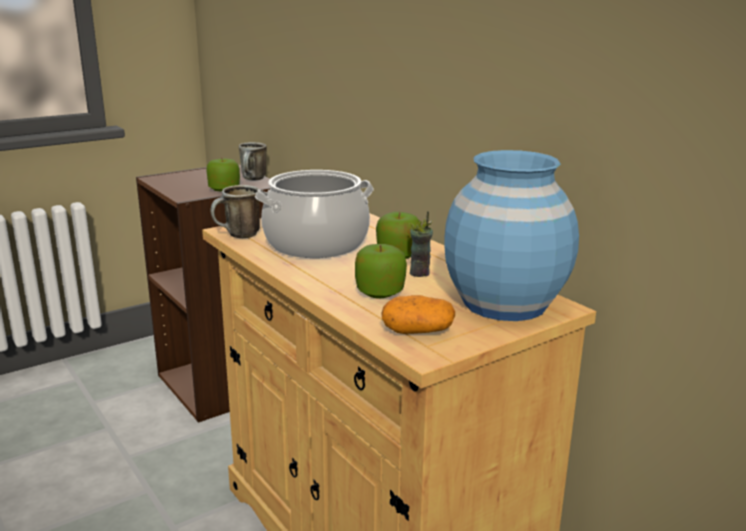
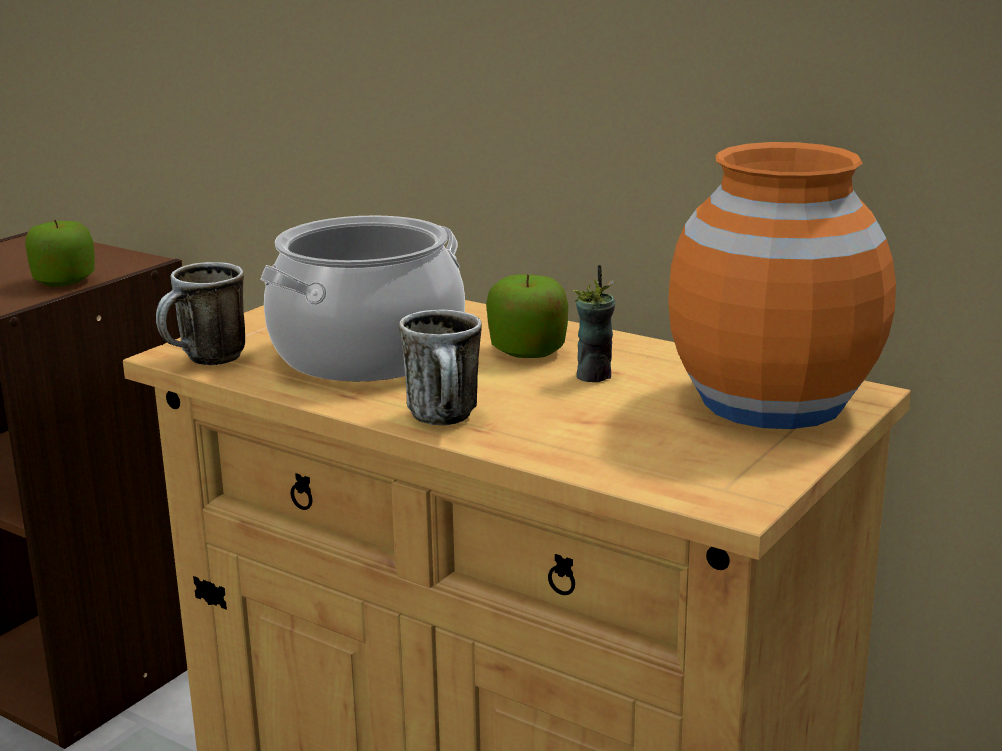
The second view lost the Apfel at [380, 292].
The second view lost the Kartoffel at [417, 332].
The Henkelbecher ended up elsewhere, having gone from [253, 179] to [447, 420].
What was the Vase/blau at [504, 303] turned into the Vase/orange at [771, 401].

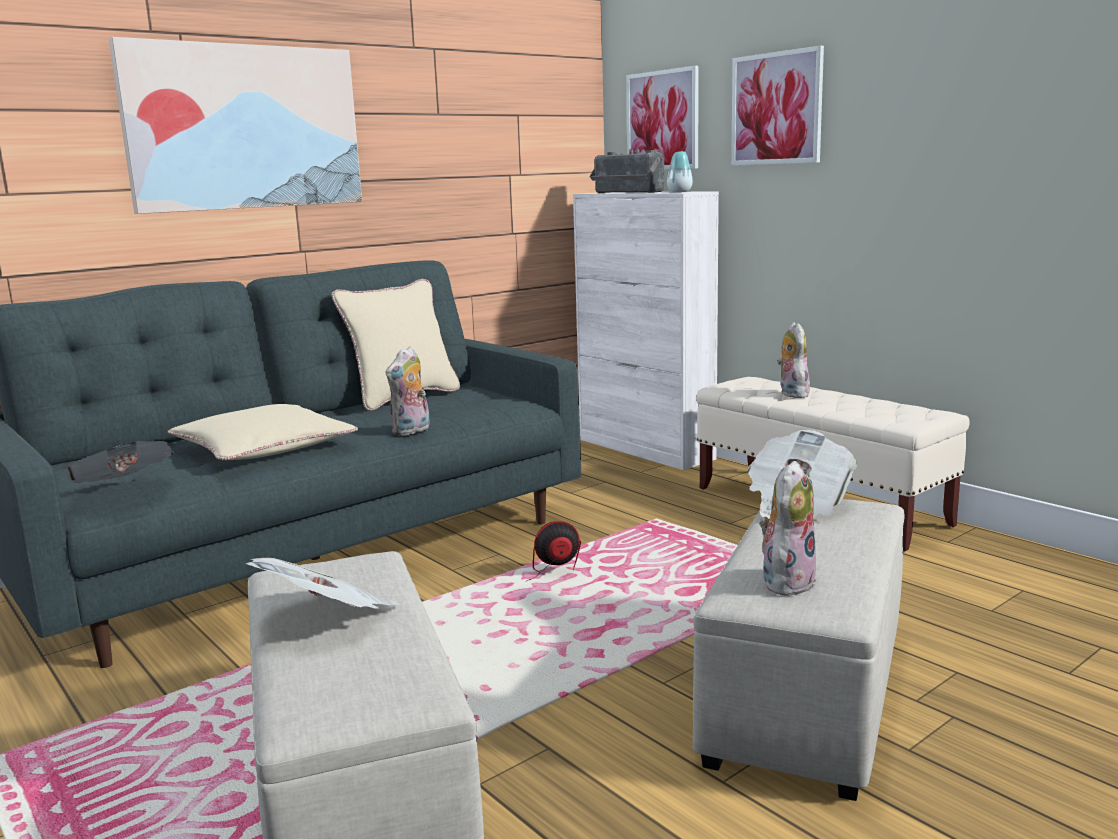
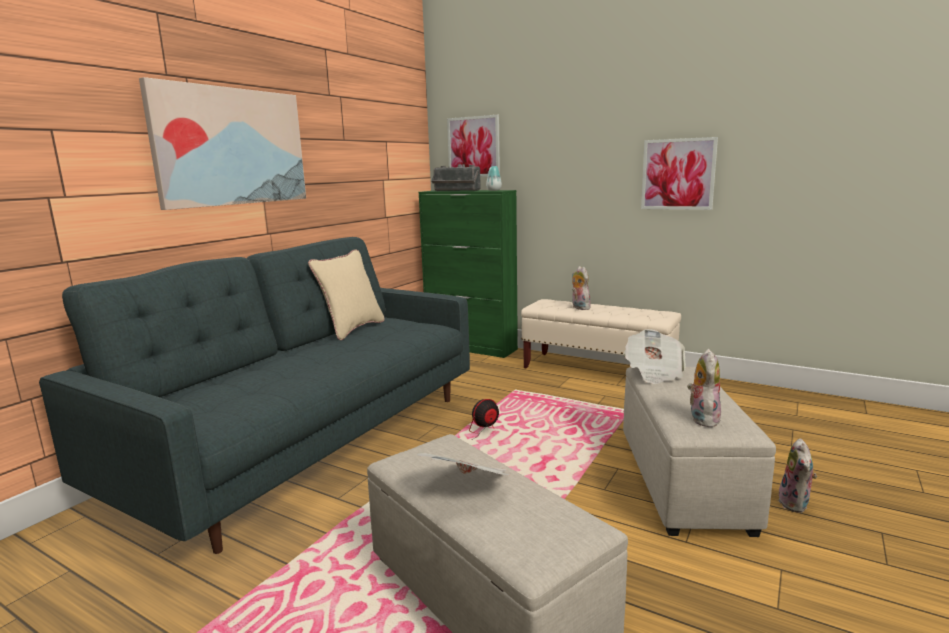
The second view lost the Zeitung at [124, 490].
The second view lost the Kissen/beige at [264, 447].
The Plüschtier ended up elsewhere, having gone from [412, 431] to [796, 504].
The Bild ended up elsewhere, having gone from [776, 108] to [678, 174].
What was the Schrank/weiß at [645, 449] turned into the Schrank/grün at [471, 347].

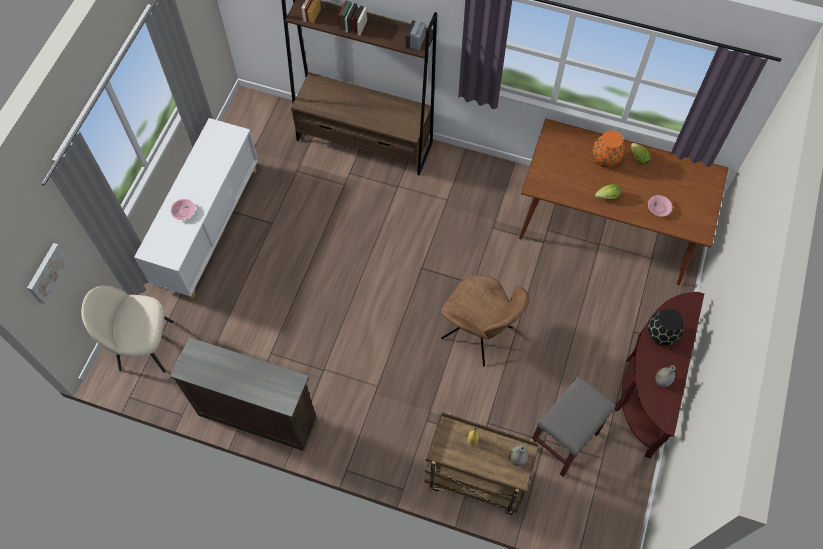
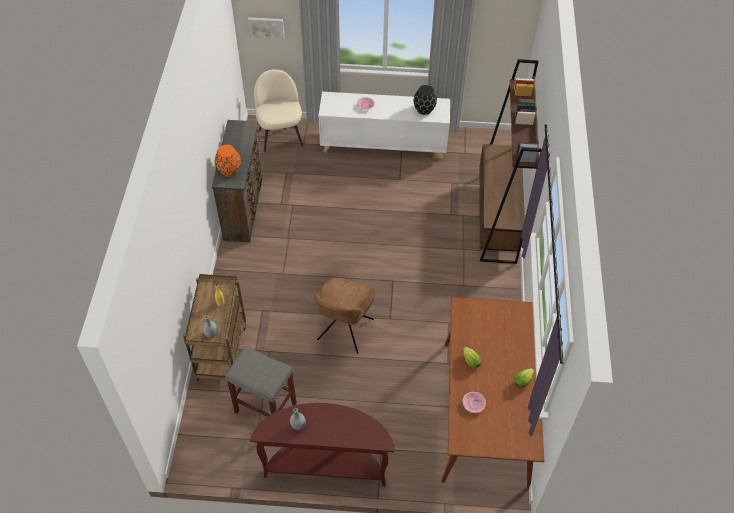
The Vase/orange ended up elsewhere, having gone from [605, 159] to [229, 171].
The Vase/schwarz ended up elsewhere, having gone from [661, 336] to [424, 110].

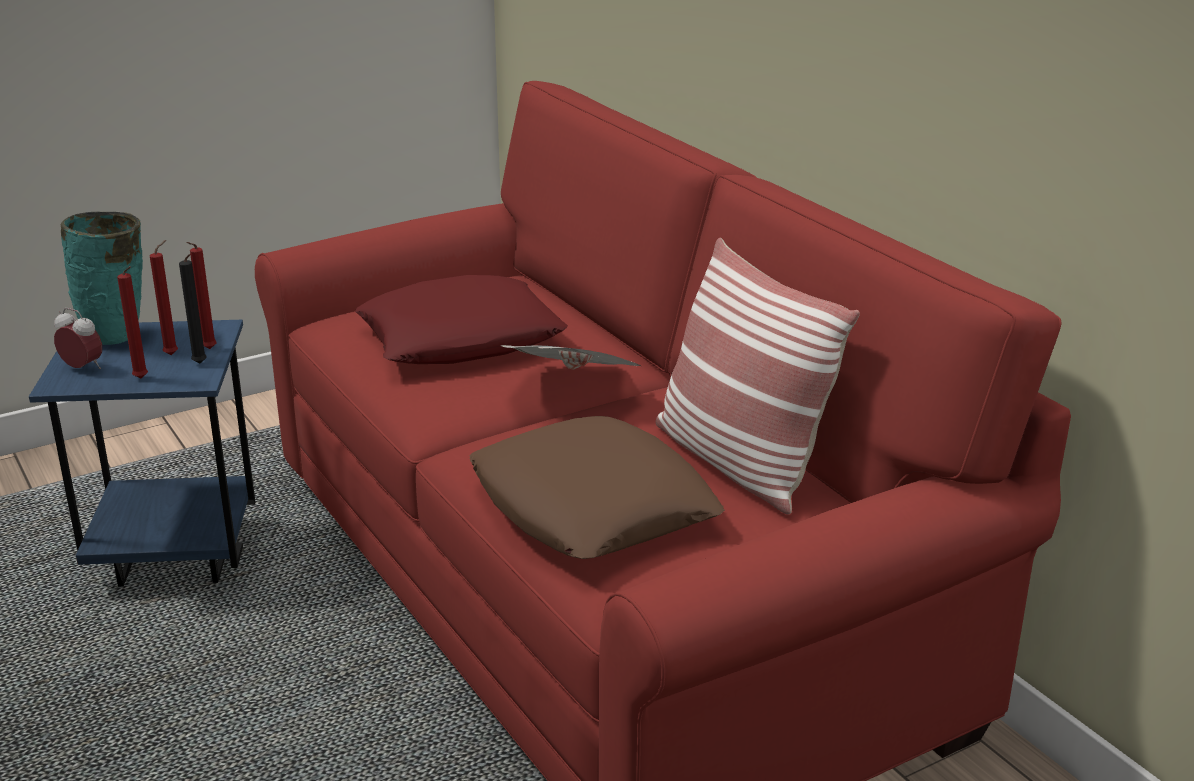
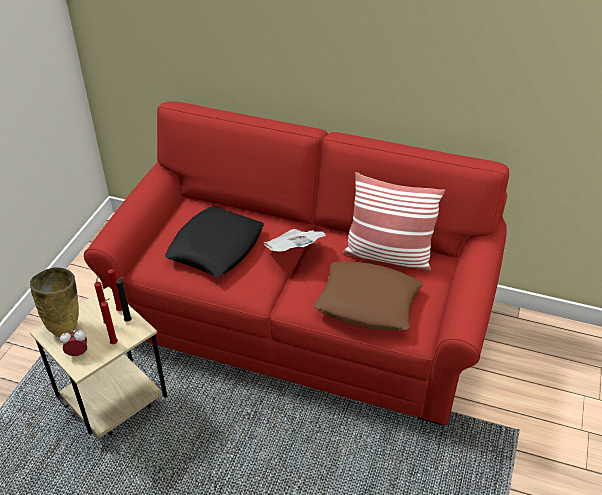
What was the Beistelltisch/blau at [176, 555] turned into the Beistelltisch/beige at [114, 406].
What was the Vase/türkis at [118, 337] turned into the Vase/beige at [66, 327].
What was the Kissen/rot at [460, 338] turned into the Kissen/schwarz at [216, 248].

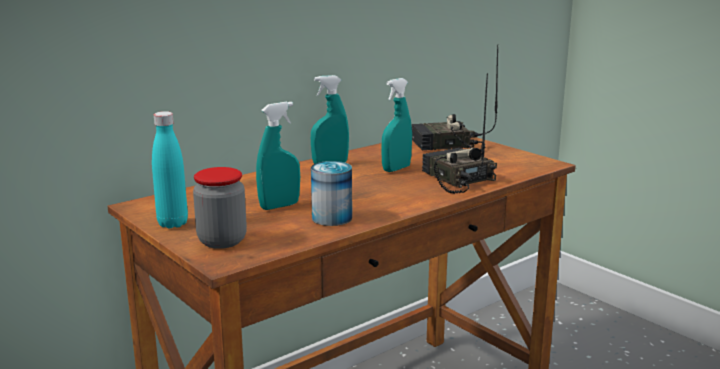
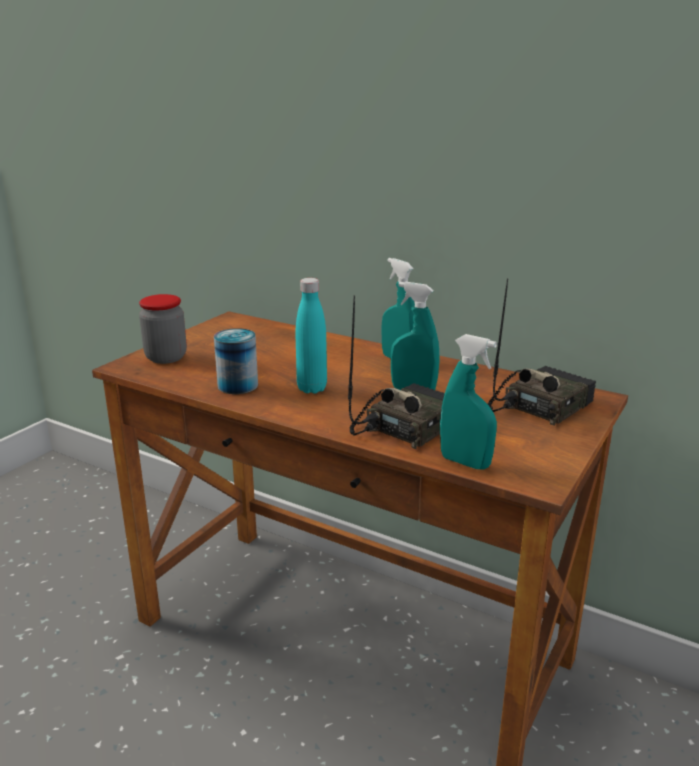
The Flasche/türkis ended up elsewhere, having gone from [172, 223] to [312, 388].
The Sprühflasche/türkis ended up elsewhere, having gone from [279, 206] to [465, 462].
The Radio at [446, 146] ended up facing another way, 75 degrees clockwise from before.

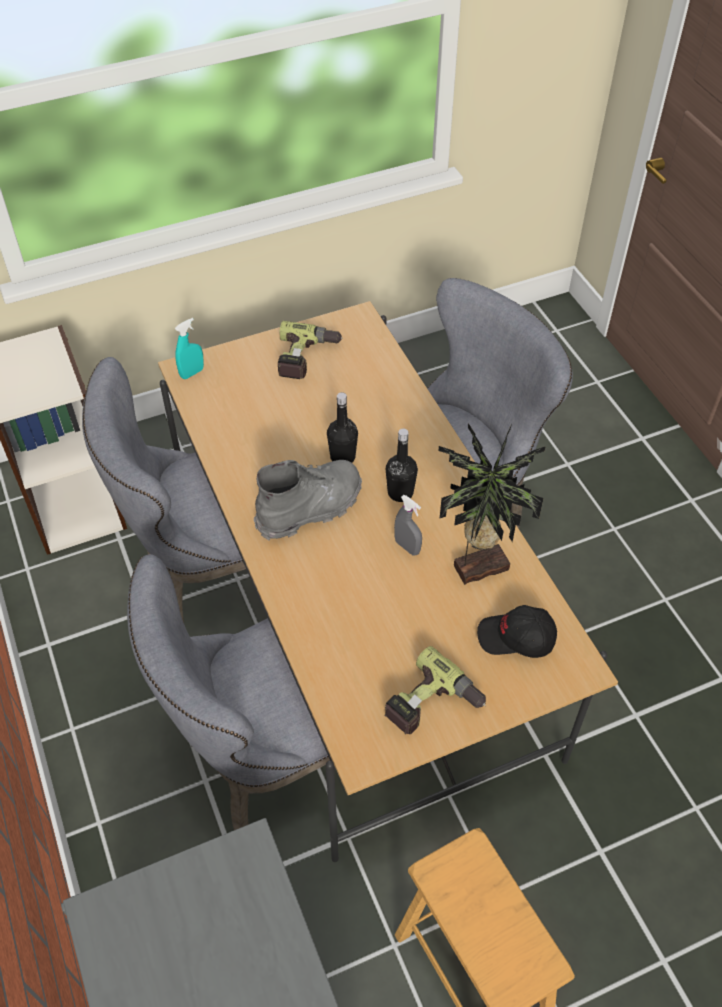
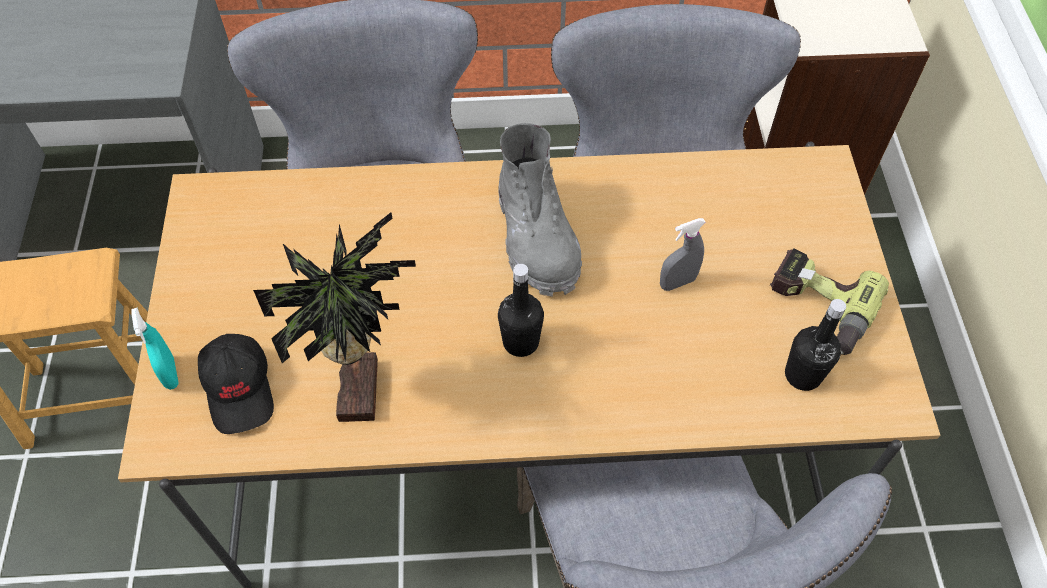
The second view lost the Bohrmaschine at [432, 706].
The Sprühflasche/türkis ended up elsewhere, having gone from [192, 373] to [170, 373].
The Flasche/schwarz ended up elsewhere, having gone from [342, 457] to [802, 375].
The Sprühflasche/grau ended up elsewhere, having gone from [407, 547] to [677, 282].
The Kappe/schwarz at [516, 638] ended up facing another way, 135 degrees clockwise from before.

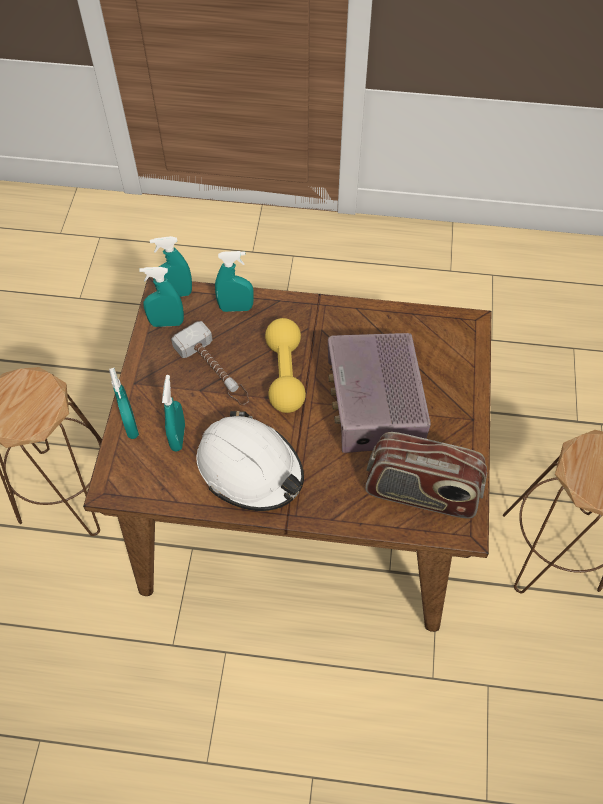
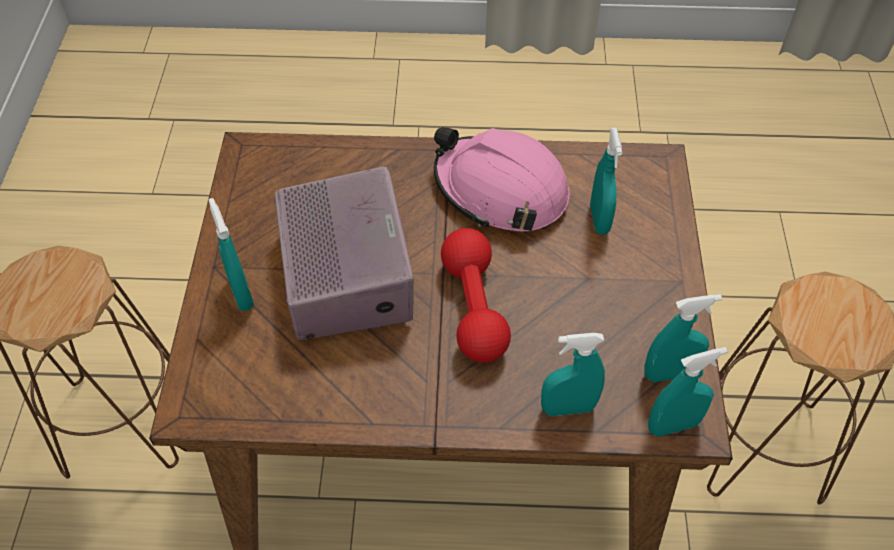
The second view lost the Hammer at [216, 372].
The second view lost the Radio at [421, 493].
The Sprühflasche/türkis ended up elsewhere, having gone from [130, 425] to [241, 294].
What was the Schutzhelm/weiß at [250, 469] turned into the Schutzhelm/rosa at [500, 191].
What was the Hantel/gelb at [285, 374] turned into the Hantel/rot at [474, 307].

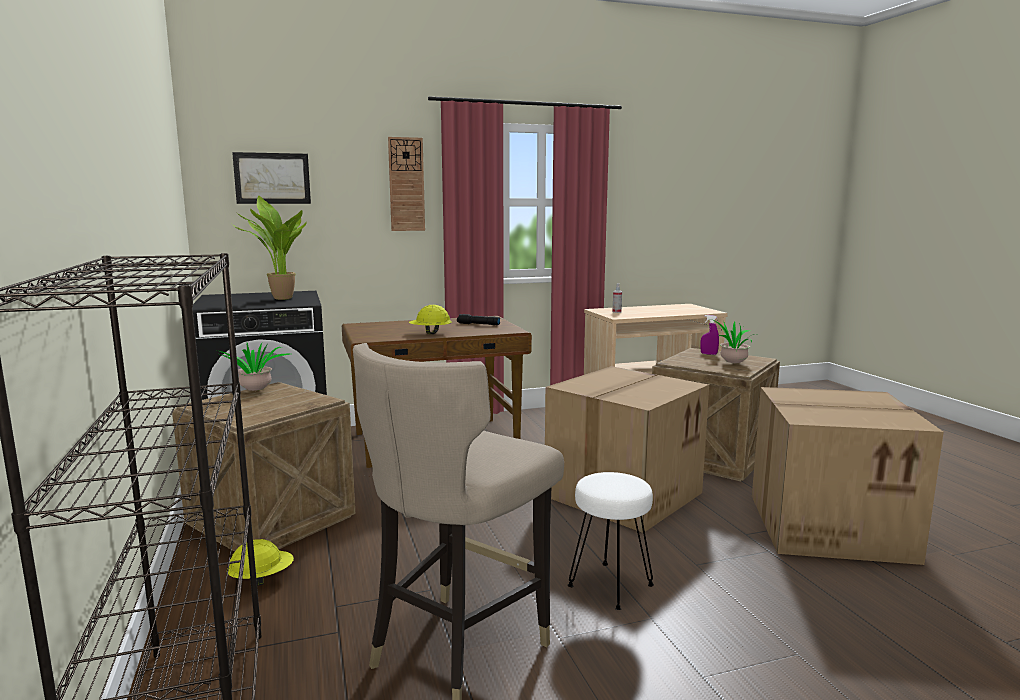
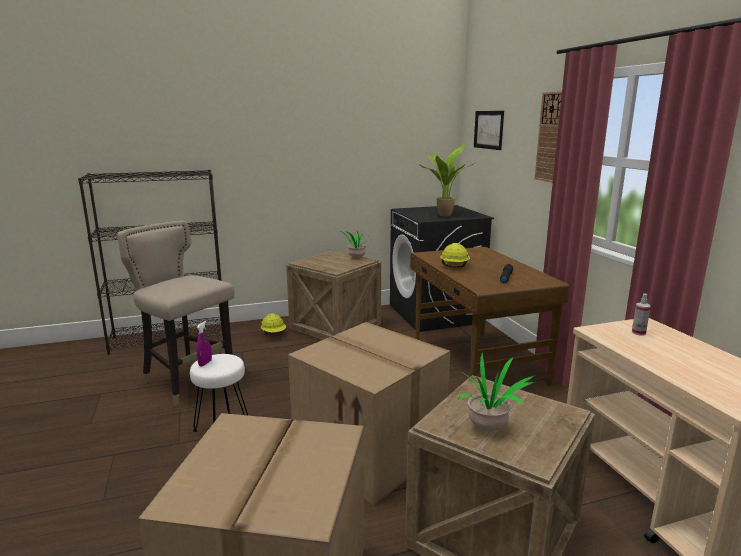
The Sprühflasche/lila ended up elsewhere, having gone from [708, 354] to [205, 363].

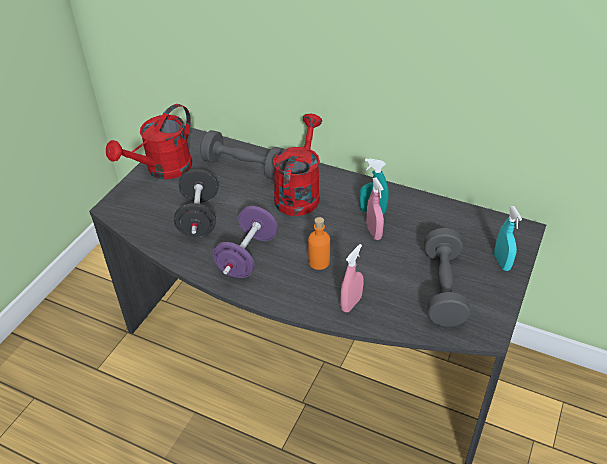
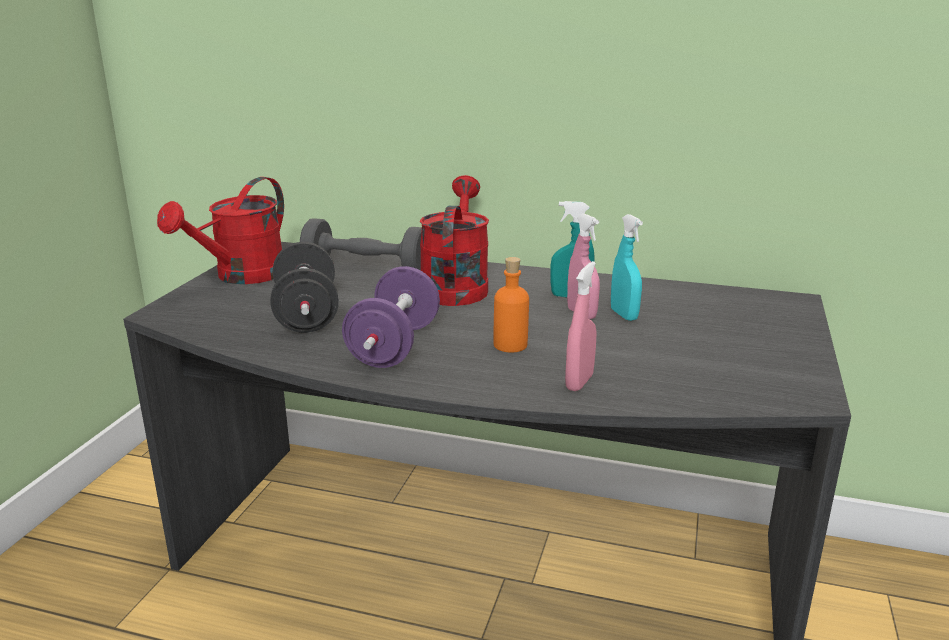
The second view lost the Hantel/grau at [443, 288].
The Sprühflasche/türkis ended up elsewhere, having gone from [502, 262] to [624, 315].

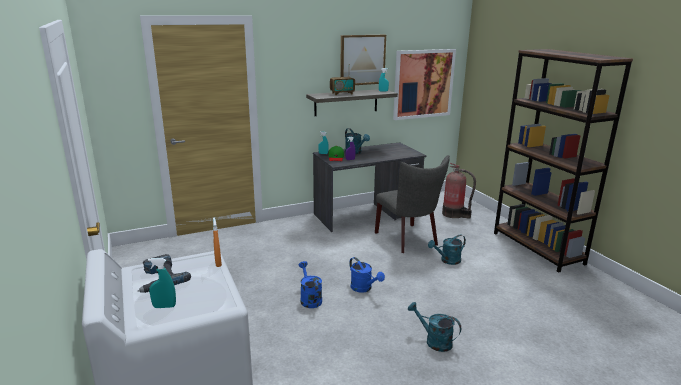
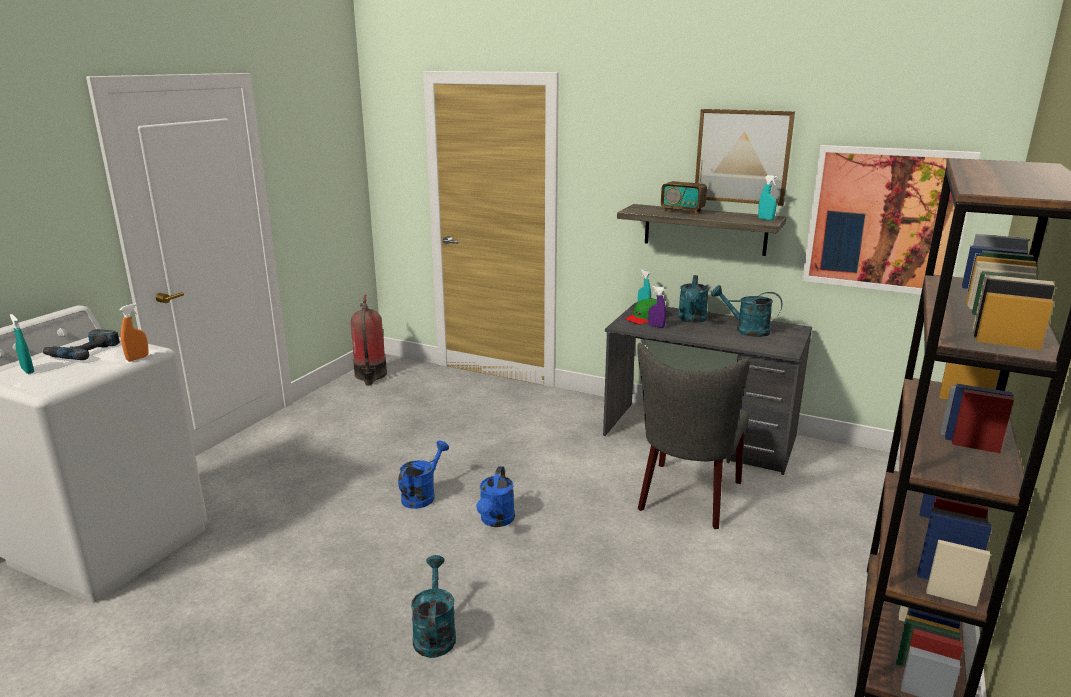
The Gießkanne/türkis ended up elsewhere, having gone from [447, 261] to [746, 330].
The Feuerlöscher ended up elsewhere, having gone from [454, 214] to [370, 375].

